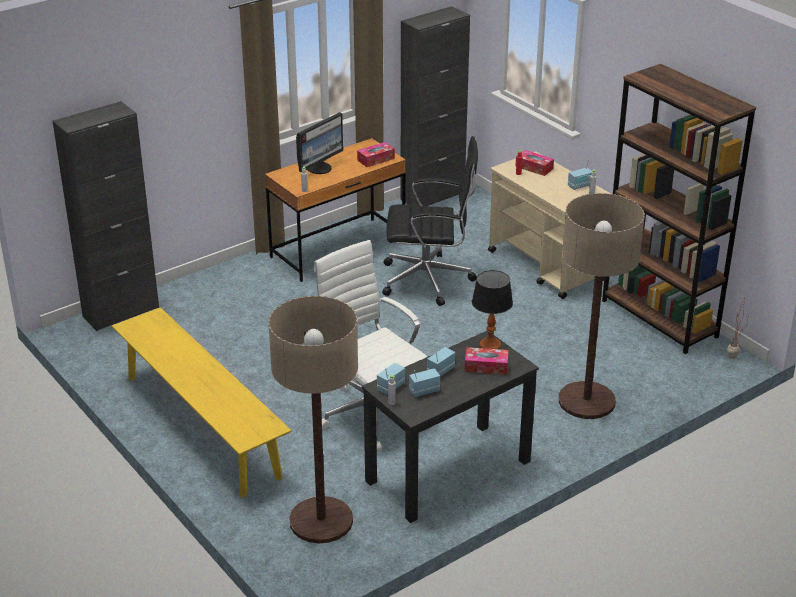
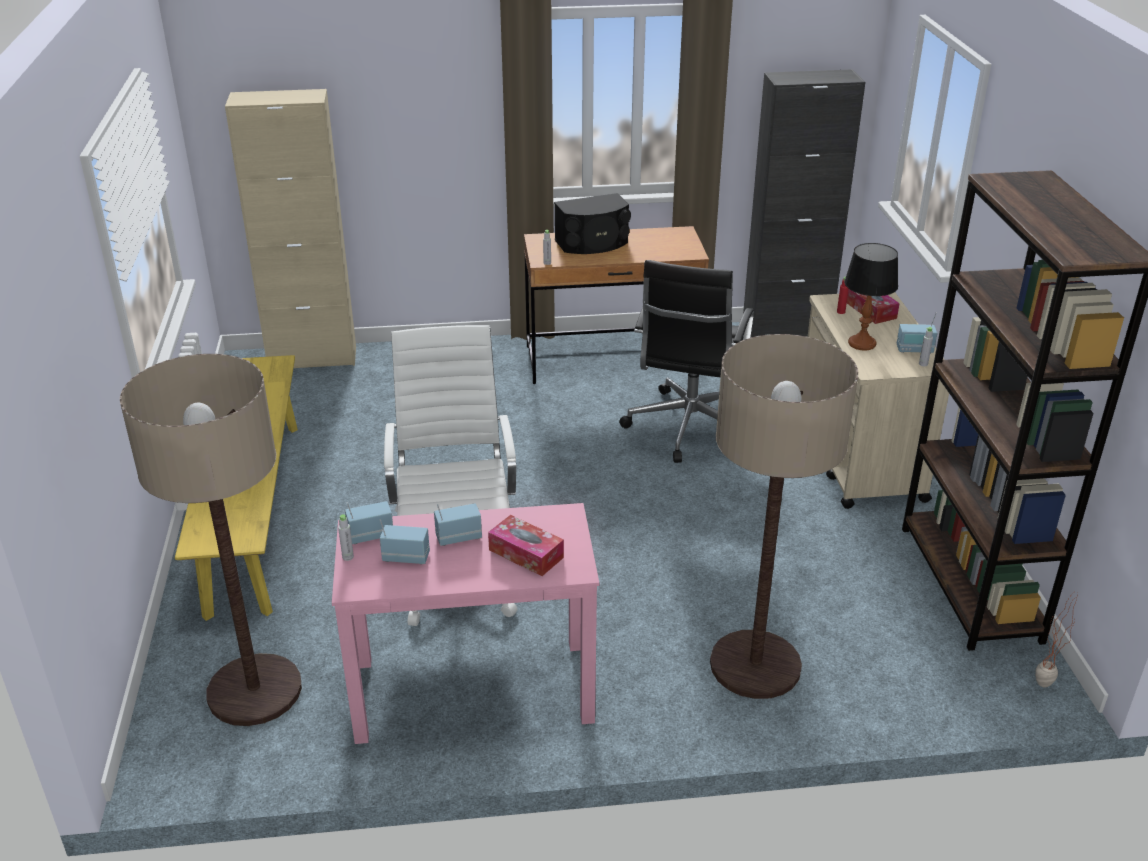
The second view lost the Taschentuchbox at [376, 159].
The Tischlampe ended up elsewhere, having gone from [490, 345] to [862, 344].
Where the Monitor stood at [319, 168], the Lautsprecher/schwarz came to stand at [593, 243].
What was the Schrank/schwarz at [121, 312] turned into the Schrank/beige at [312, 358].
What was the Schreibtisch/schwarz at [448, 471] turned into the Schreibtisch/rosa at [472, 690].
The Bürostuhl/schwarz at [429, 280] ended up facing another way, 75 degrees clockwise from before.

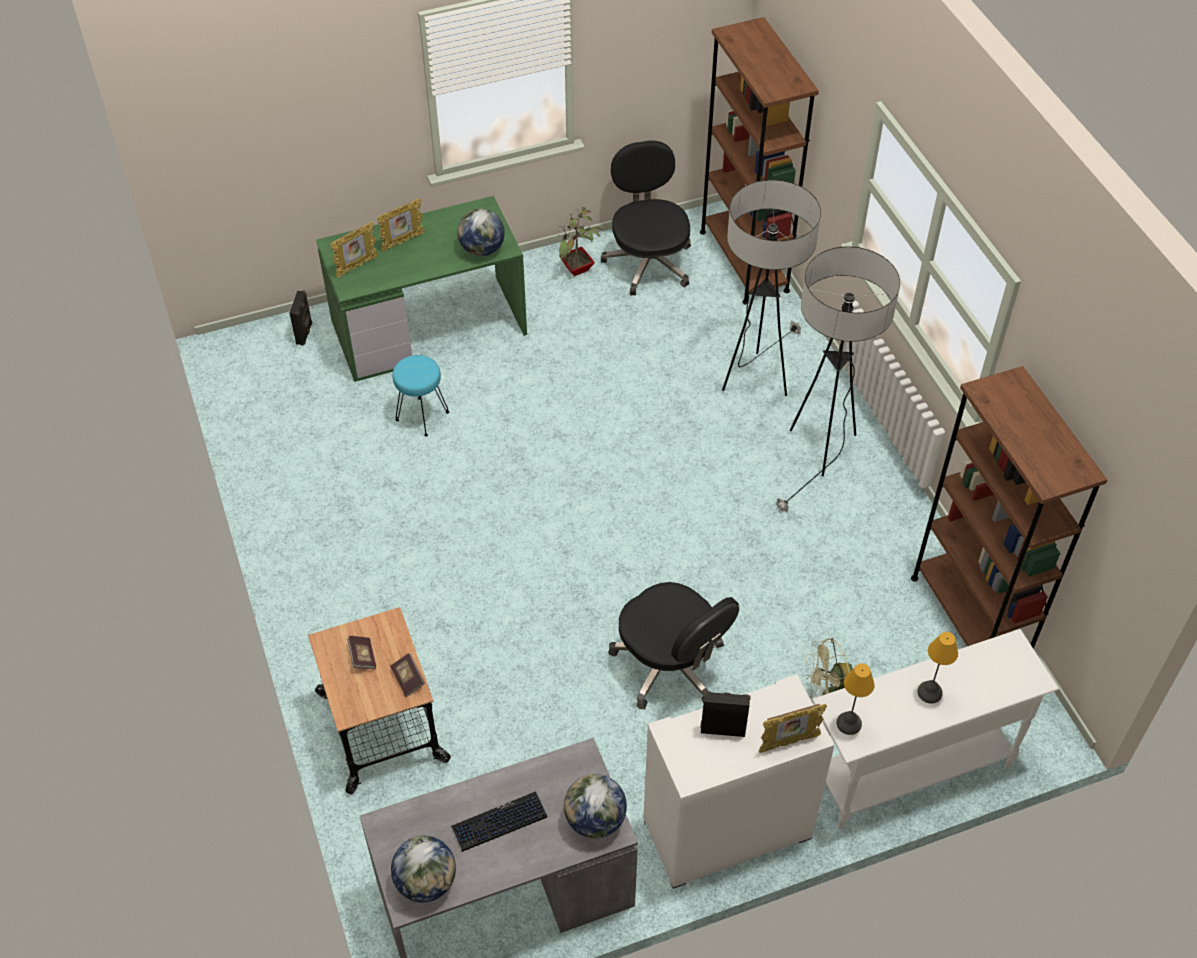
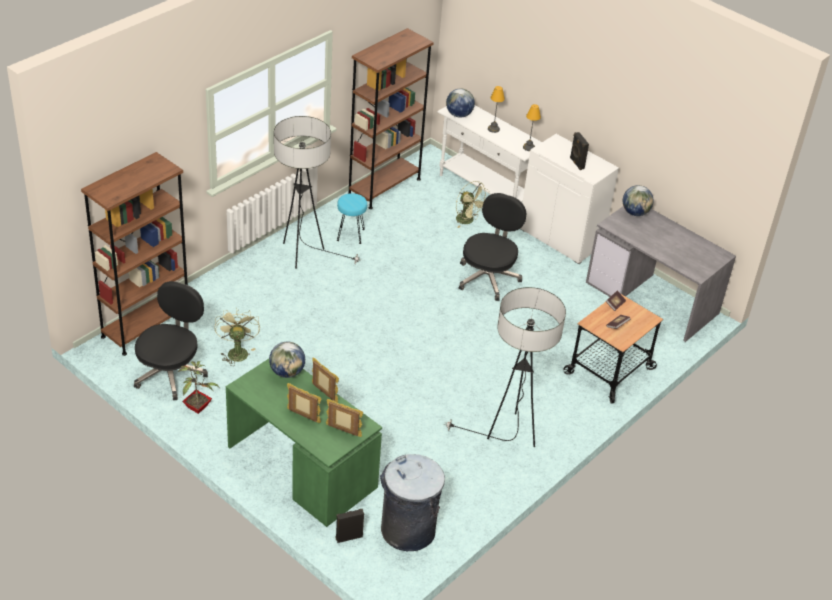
The second view lost the Tastatur at [499, 822].
The second view gained the Ventilator/grün at [237, 351].
The second view gained the Mülleimer/grau at [408, 530].
The Globus ended up elsewhere, having gone from [426, 882] to [459, 115].
The Hocker/türkis ended up elsewhere, having gone from [421, 417] to [351, 235].
The Stehlampe ended up elsewhere, having gone from [756, 380] to [508, 435].
The Bilderrahmen ended up elsewhere, having gone from [788, 743] to [324, 393].
The Bürostuhl/schwarz at [648, 262] ended up facing another way, 150 degrees clockwise from before.

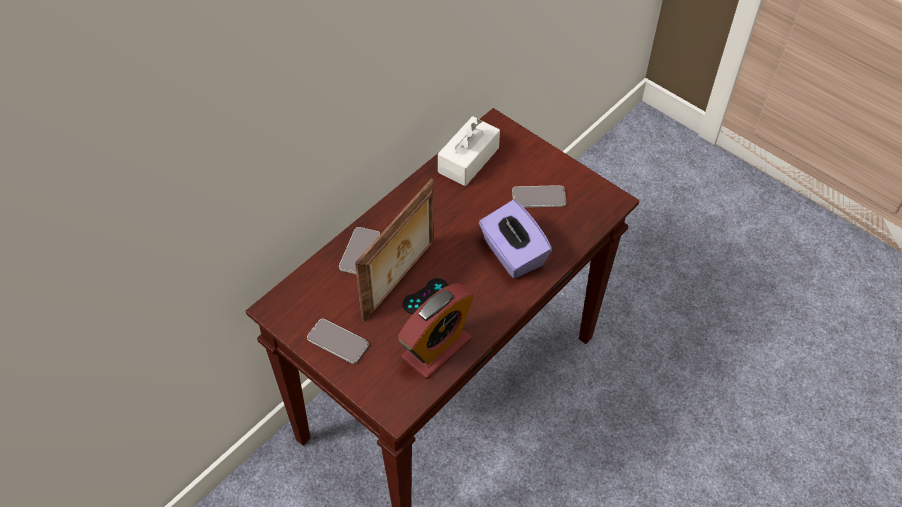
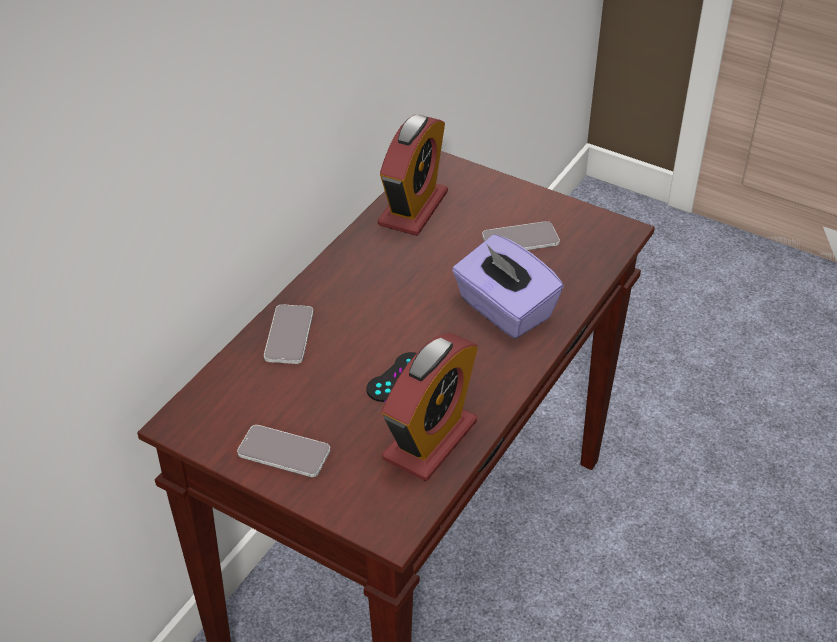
The second view lost the Bilderrahmen at [401, 280].
Where the Taschentuchbox/weiß stood at [468, 160], the Wecker came to stand at [413, 208].

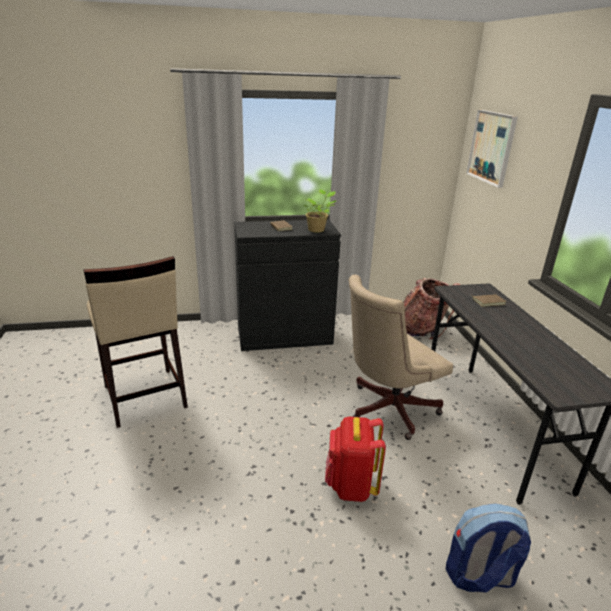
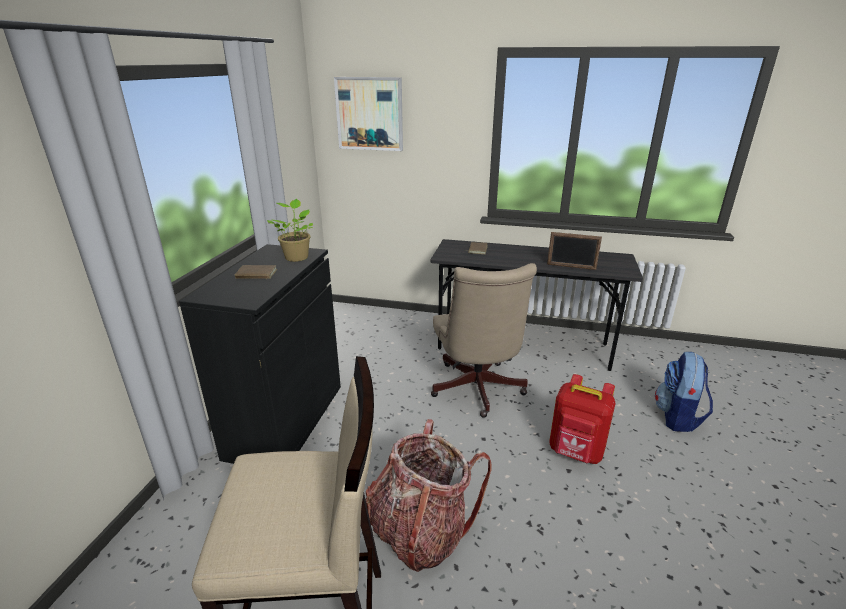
The second view gained the Bilderrahmen at [571, 267].
The Rucksack ended up elsewhere, having gone from [423, 329] to [420, 531].

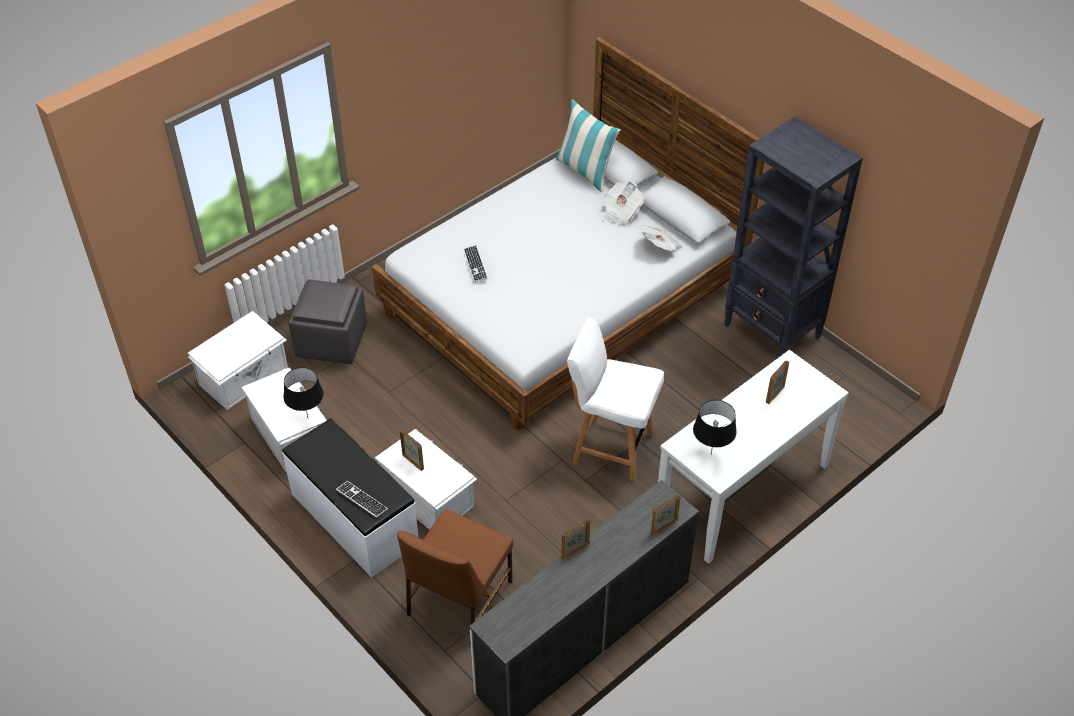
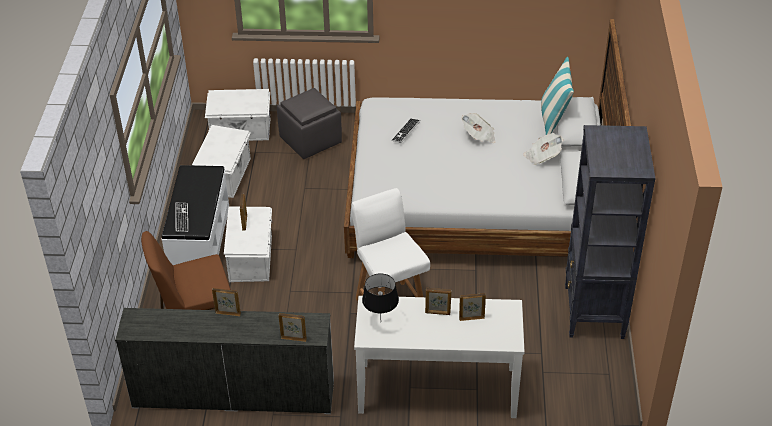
The second view lost the Tischlampe/schwarz at [307, 418].
The second view gained the Bilderrahmen at [437, 313].
The Zeitung ended up elsewhere, having gone from [660, 247] to [479, 136].

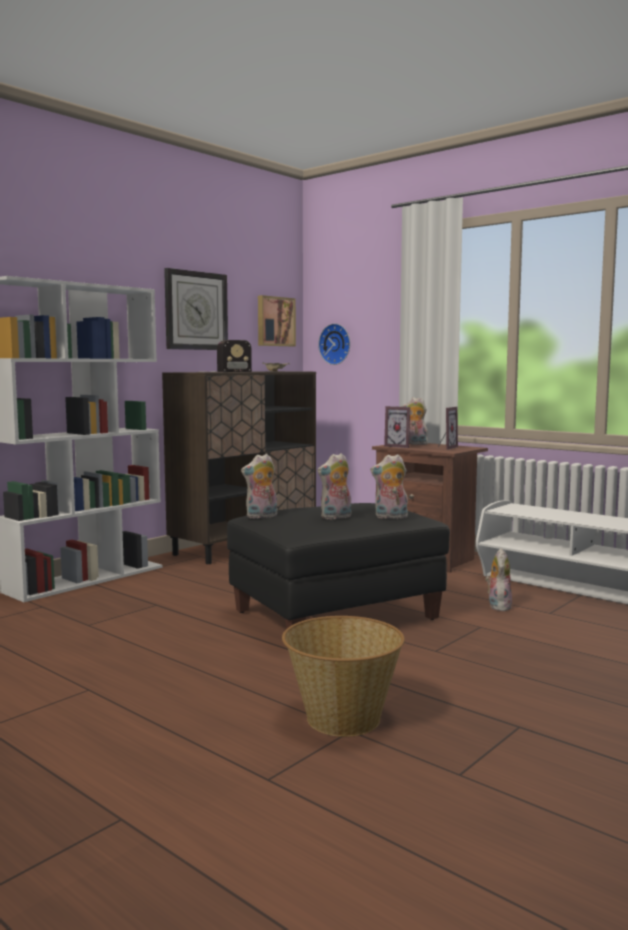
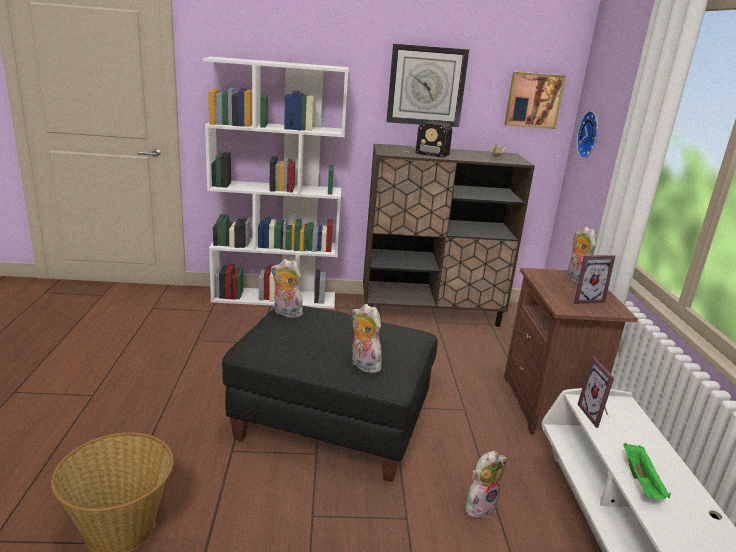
The second view lost the Plüschtier at [336, 517].
The second view gained the Tablett/grün at [642, 482].
The Bilderrahmen ended up elsewhere, having gone from [399, 446] to [596, 415].

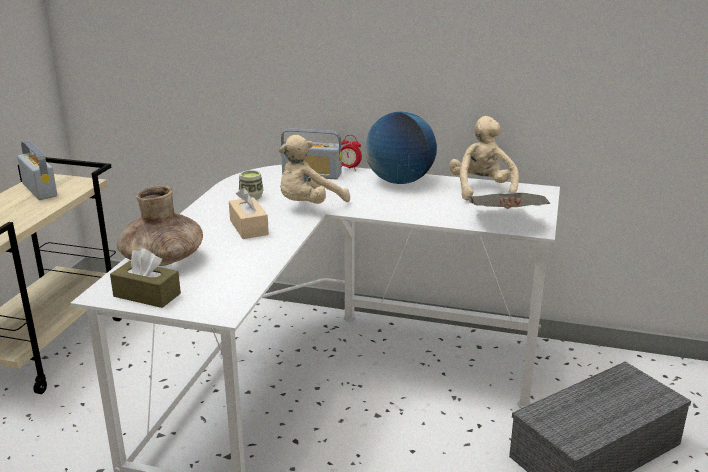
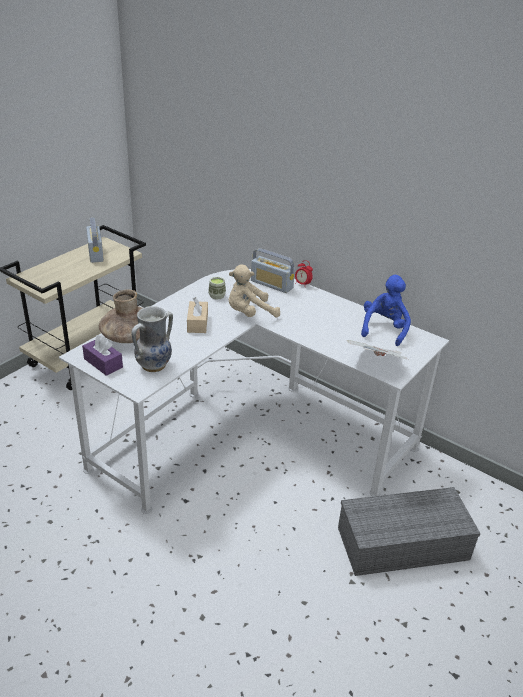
The second view lost the Globus at [399, 181].
The second view gained the Vase at [154, 366].
What was the Taschentuchbox/braun at [147, 295] turned into the Taschentuchbox/lila at [103, 363].
What was the Plüschtier/beige at [481, 190] turned into the Plüschtier/blau at [384, 329].

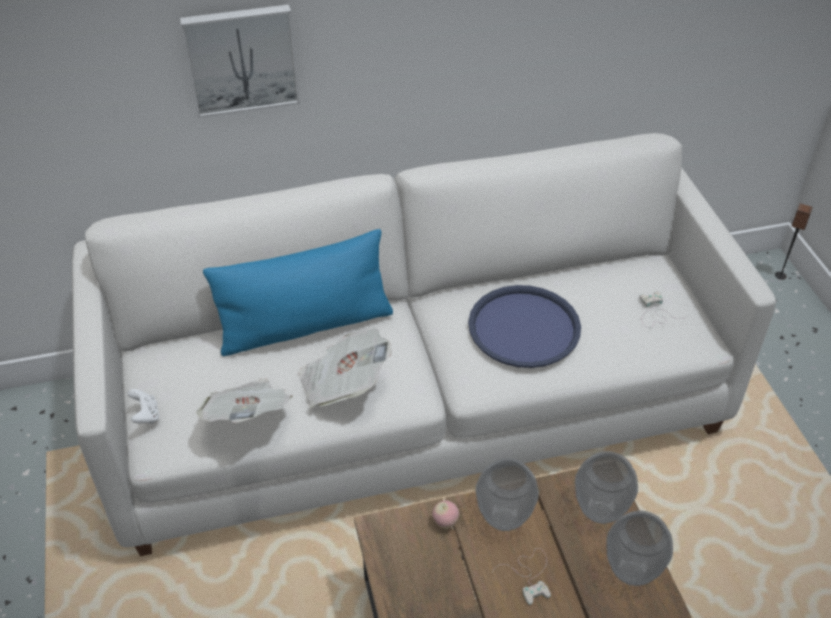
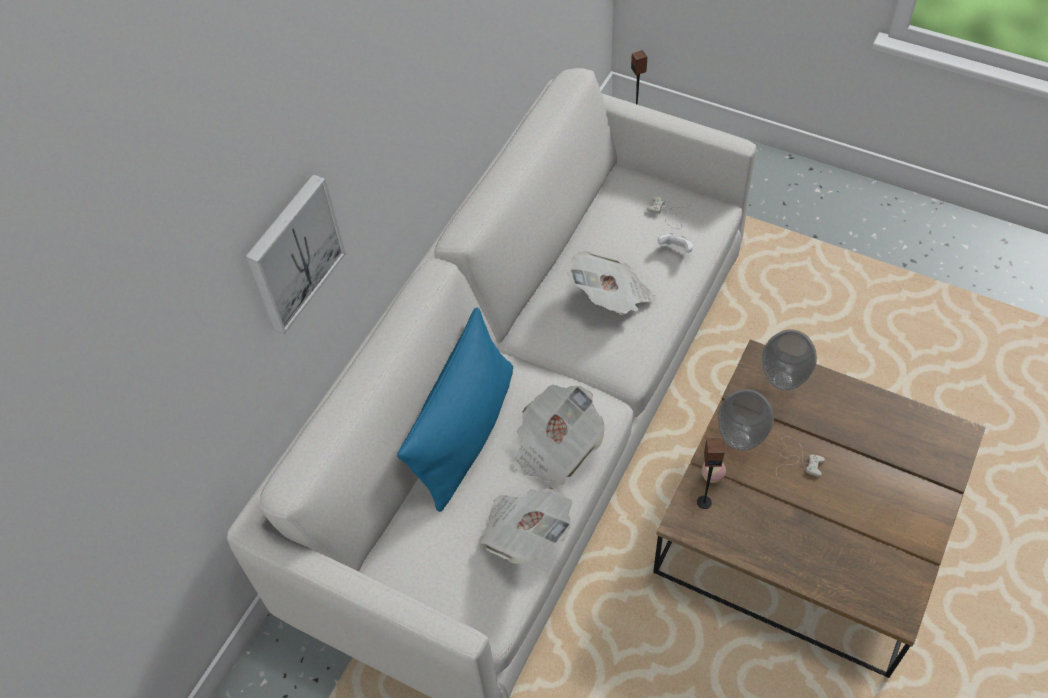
The second view lost the Vase at [630, 571].
The second view gained the Lautsprecher at [704, 502].
The Gamepad/weiß ended up elsewhere, having gone from [146, 415] to [676, 250].
Where the Tablett/blau stood at [524, 327], the Zeitung came to stand at [611, 297].

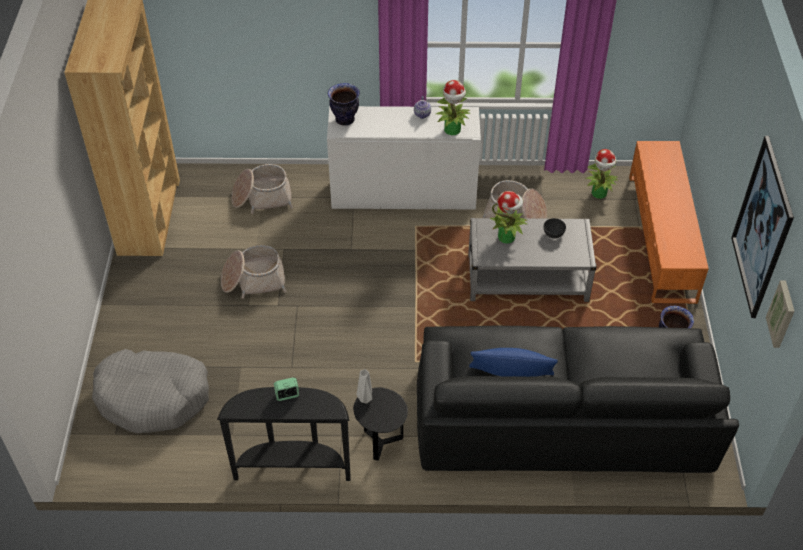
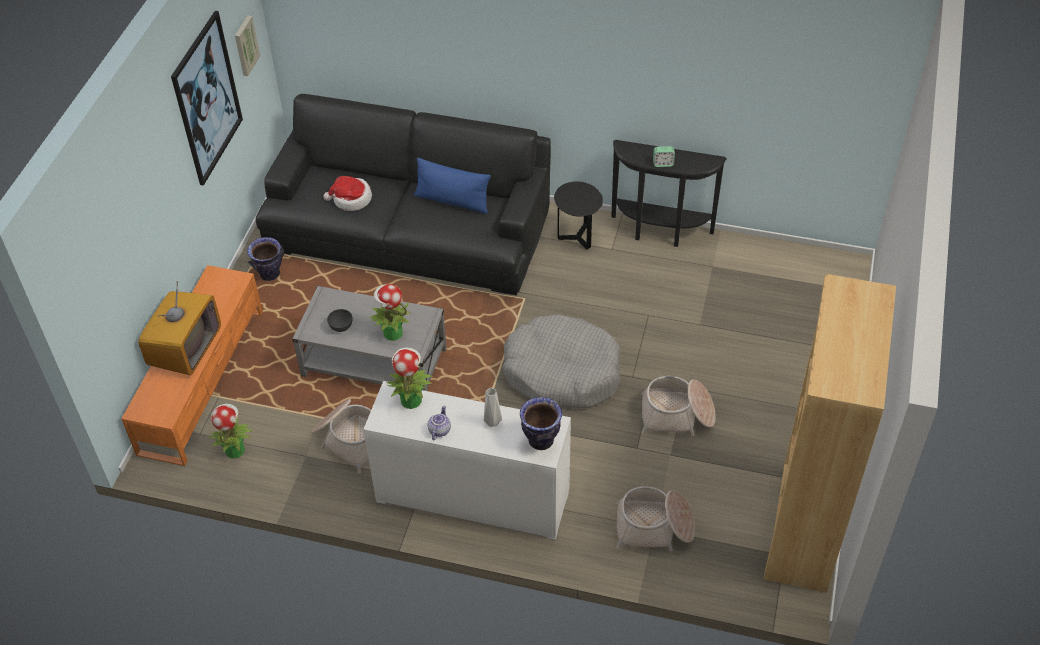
The second view gained the Fernseher at [185, 349].
The second view gained the Hut at [351, 199].
The Hundebett/grau ended up elsewhere, having gone from [153, 397] to [562, 372].
The Vase/grau ended up elsewhere, having gone from [365, 400] to [493, 421].

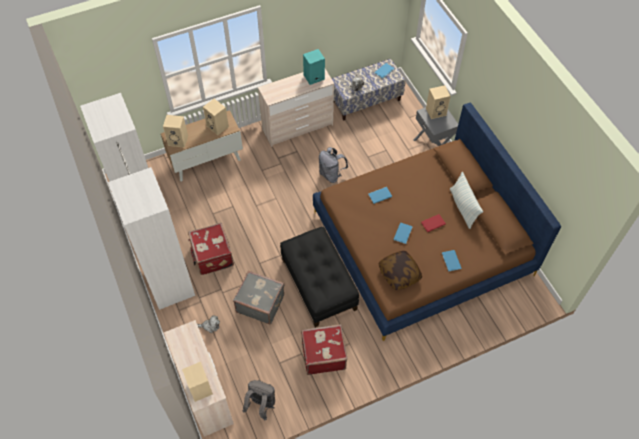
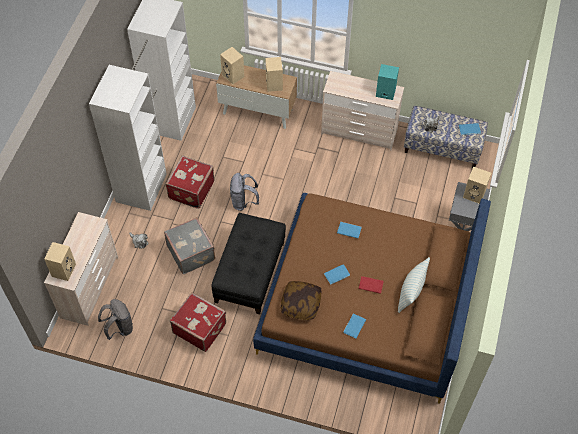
The Rucksack/grau ended up elsewhere, having gone from [331, 174] to [243, 202].

